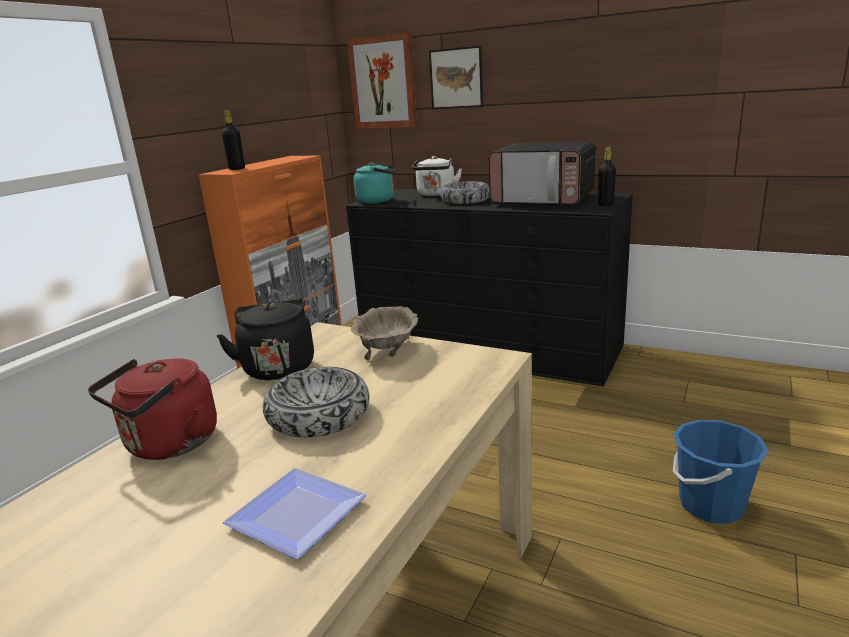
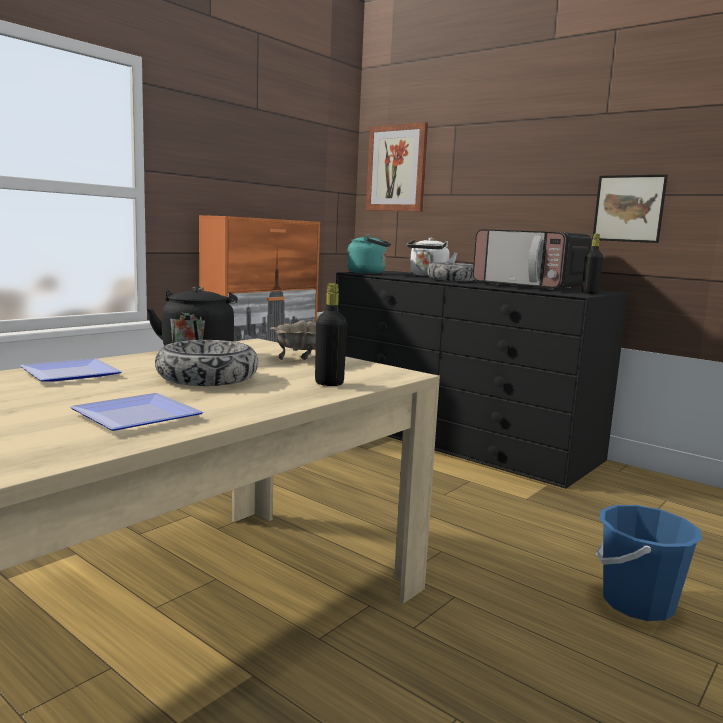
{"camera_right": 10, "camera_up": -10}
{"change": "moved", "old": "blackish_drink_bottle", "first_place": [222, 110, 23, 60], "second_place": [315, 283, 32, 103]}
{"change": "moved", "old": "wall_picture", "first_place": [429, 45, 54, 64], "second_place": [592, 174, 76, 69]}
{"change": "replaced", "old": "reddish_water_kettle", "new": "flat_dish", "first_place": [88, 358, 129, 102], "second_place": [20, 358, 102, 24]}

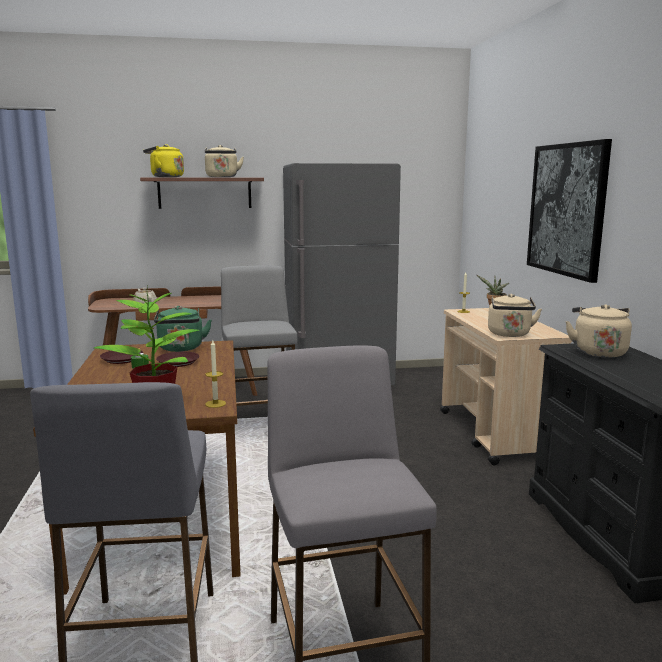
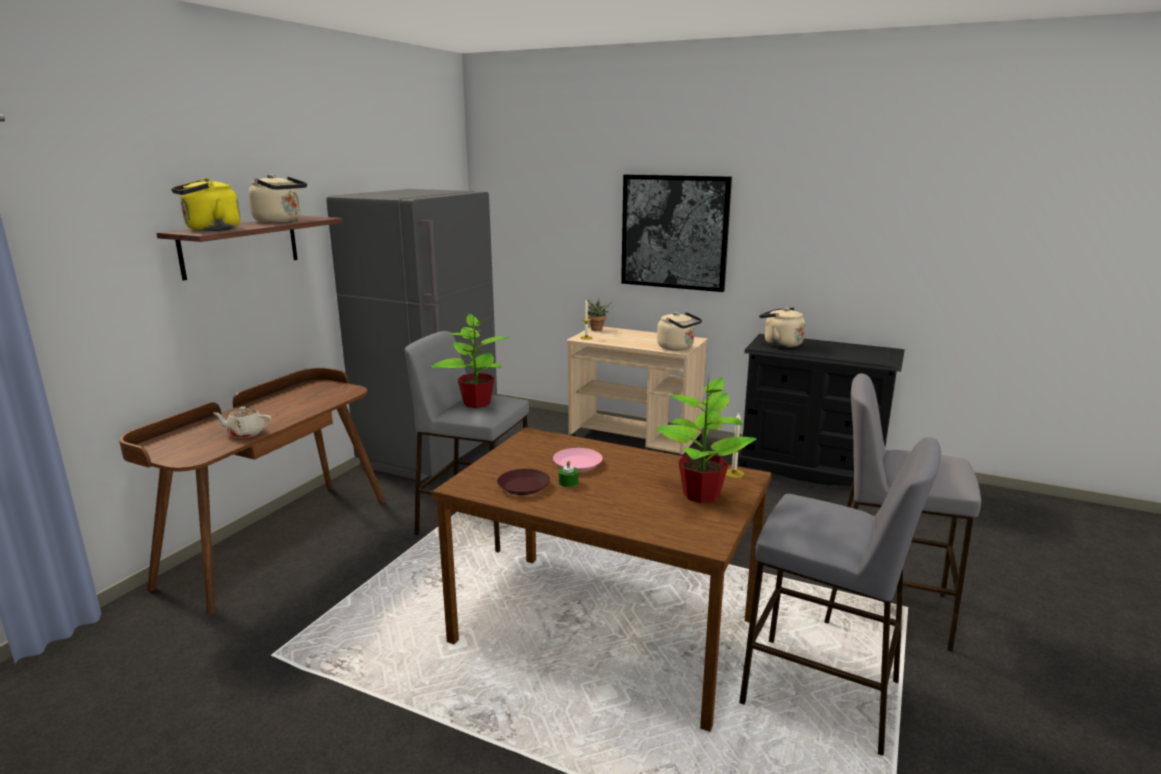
{"camera_right": -55, "camera_up": 5}
{"change": "removed", "old": "greenish_water_kettle", "first_place": [154, 306, 58, 46]}
{"change": "added", "new": "potted_plant", "second_place": [430, 312, 79, 96]}
{"change": "recoloured", "old": "brown_flat_dish", "new": "pink_flat_dish", "first_place": [156, 352, 43, 15], "second_place": [553, 448, 50, 23]}

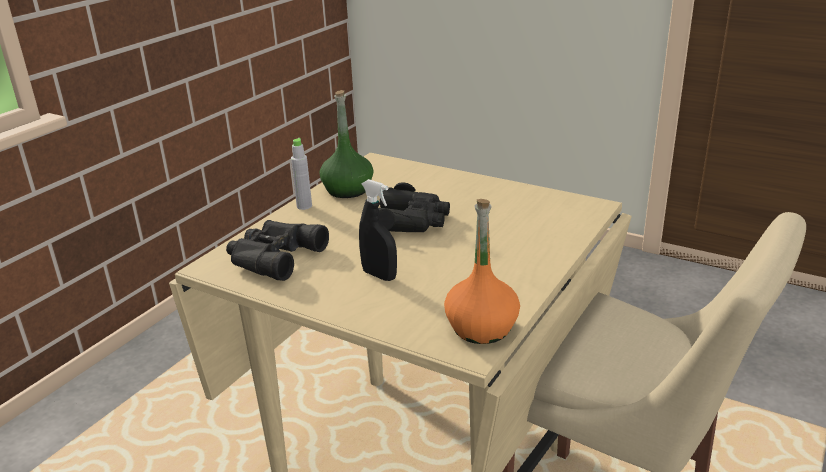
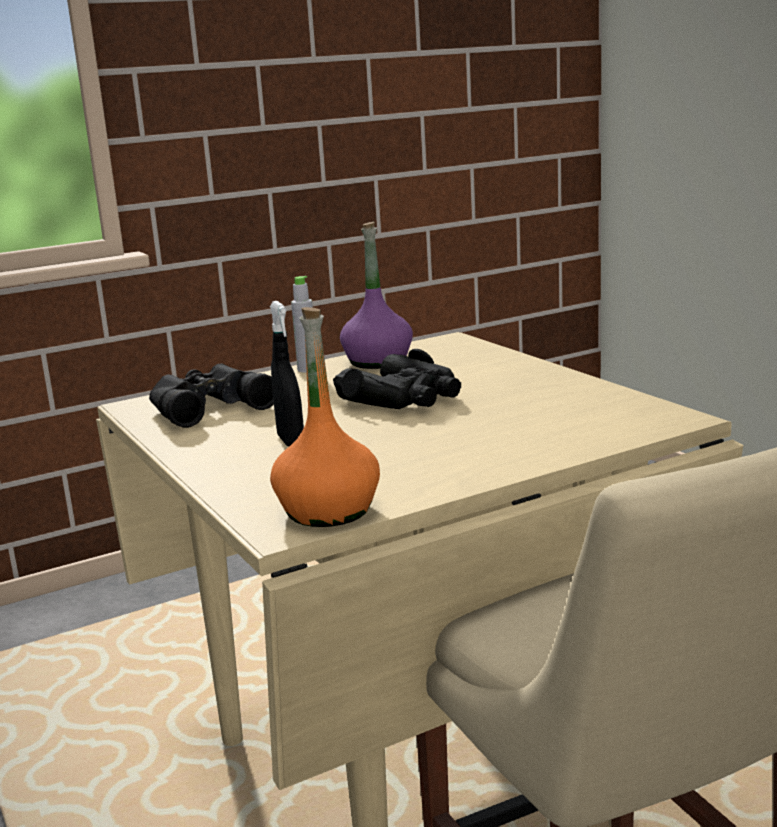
{"camera_right": 30, "camera_up": -10}
{"change": "recoloured", "old": "greenish_drink_bottle", "new": "purplish_drink_bottle", "first_place": [319, 90, 55, 108], "second_place": [340, 222, 73, 147]}

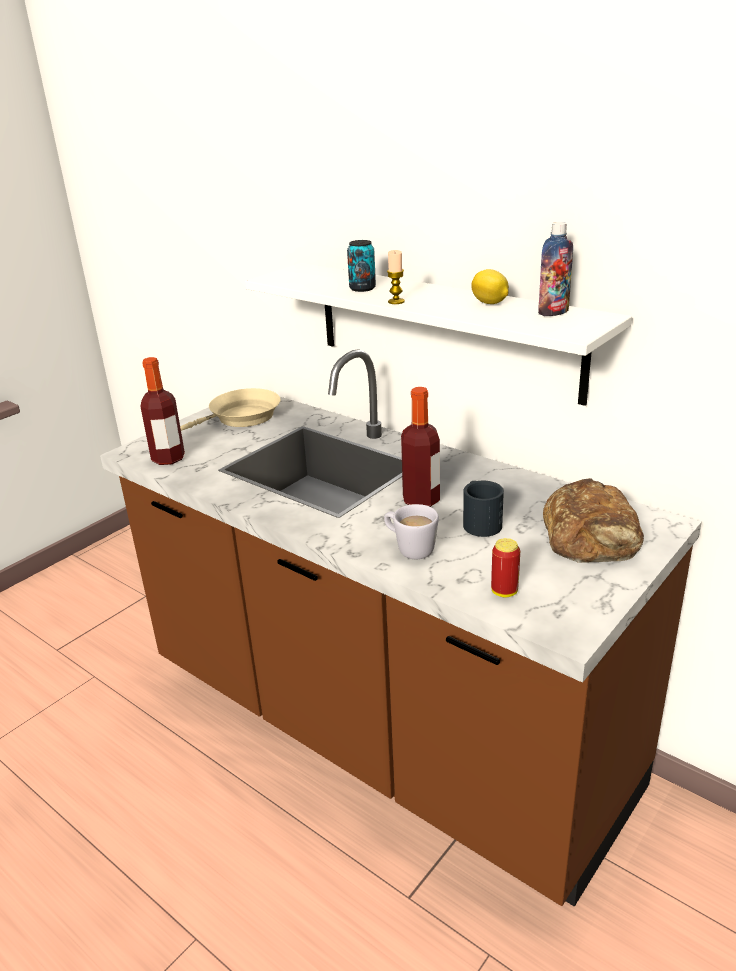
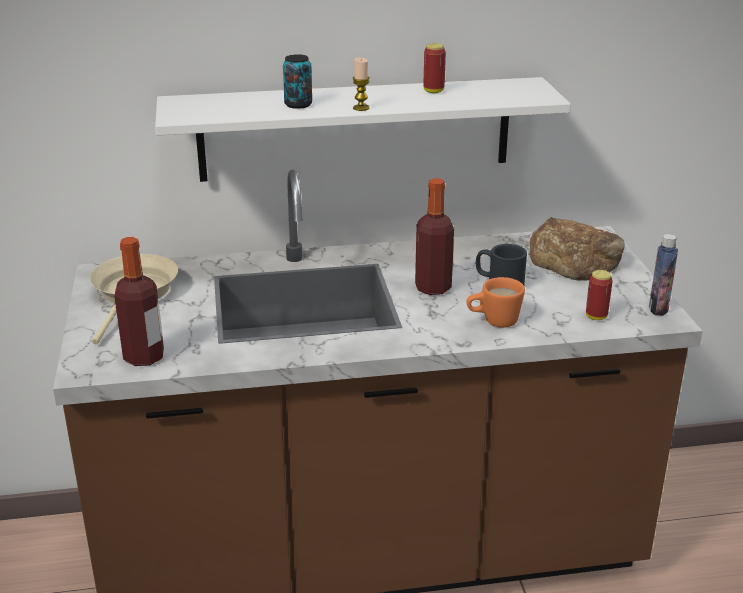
{"camera_right": -50, "camera_up": 0}
{"change": "moved", "old": "drink_bottle", "first_place": [538, 222, 35, 94], "second_place": [649, 234, 29, 82]}
{"change": "replaced", "old": "citrus_fruit", "new": "sealed_can", "first_place": [471, 269, 38, 35], "second_place": [424, 43, 22, 50]}
{"change": "recoloured", "old": "white-coloured_tea_mug", "new": "orange_tea_mug", "first_place": [384, 504, 55, 55], "second_place": [467, 277, 58, 51]}

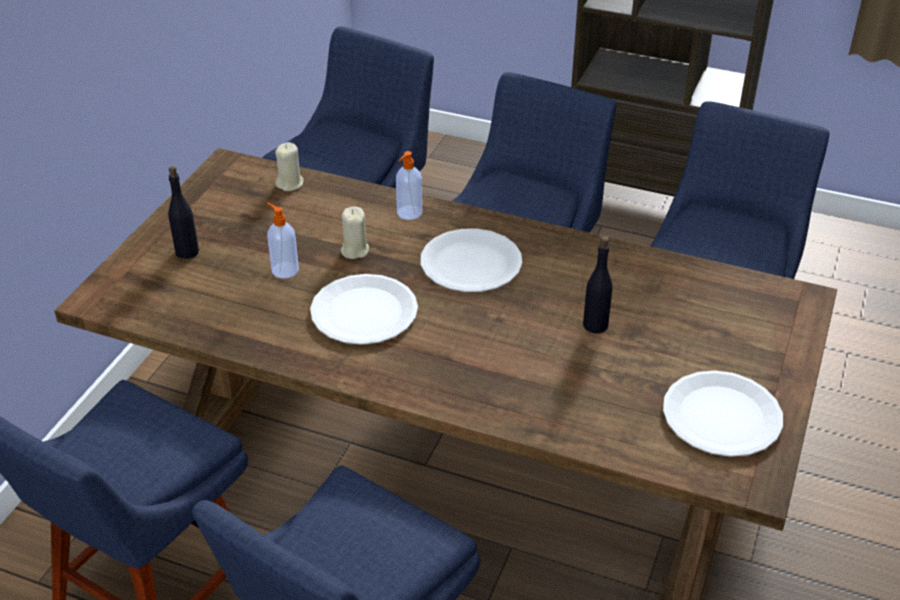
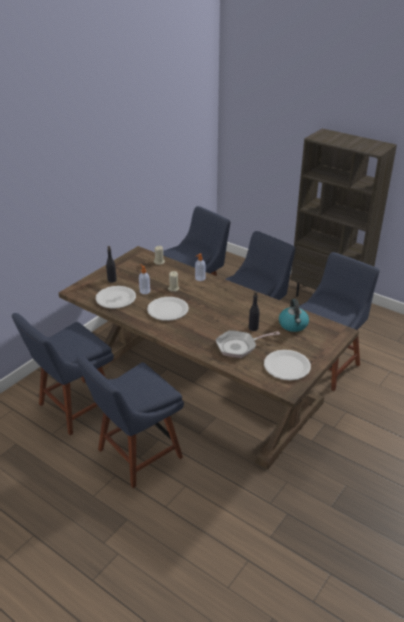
{"camera_right": 15, "camera_up": -5}
{"change": "added", "new": "frying_pan", "second_place": [216, 330, 64, 28]}
{"change": "added", "new": "water_kettle", "second_place": [279, 299, 30, 33]}
{"change": "moved", "old": "white-coloured_flat_dish", "first_place": [421, 228, 101, 64], "second_place": [96, 286, 40, 23]}

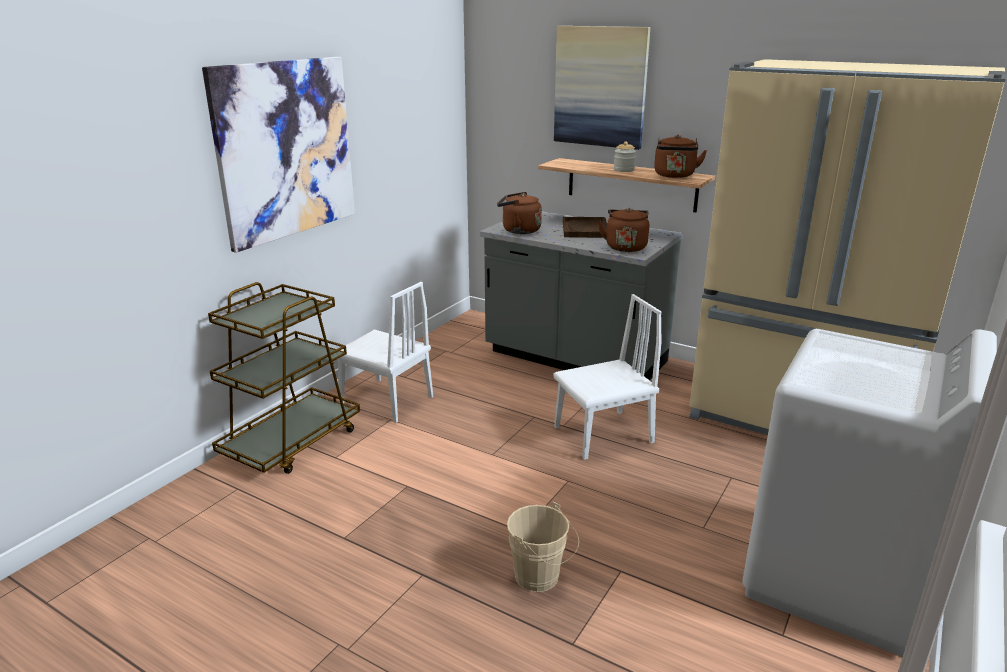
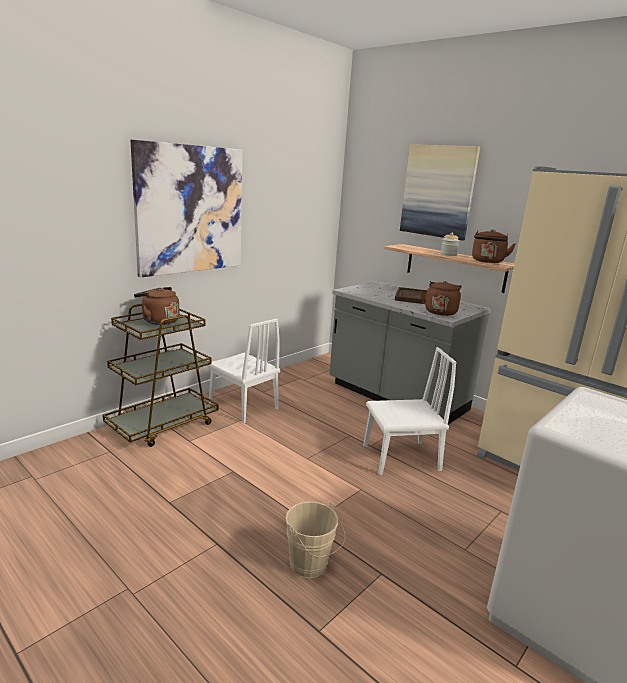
{"camera_right": 10, "camera_up": -5}
{"change": "moved", "old": "brown_water_kettle", "first_place": [497, 192, 45, 42], "second_place": [134, 287, 45, 38]}

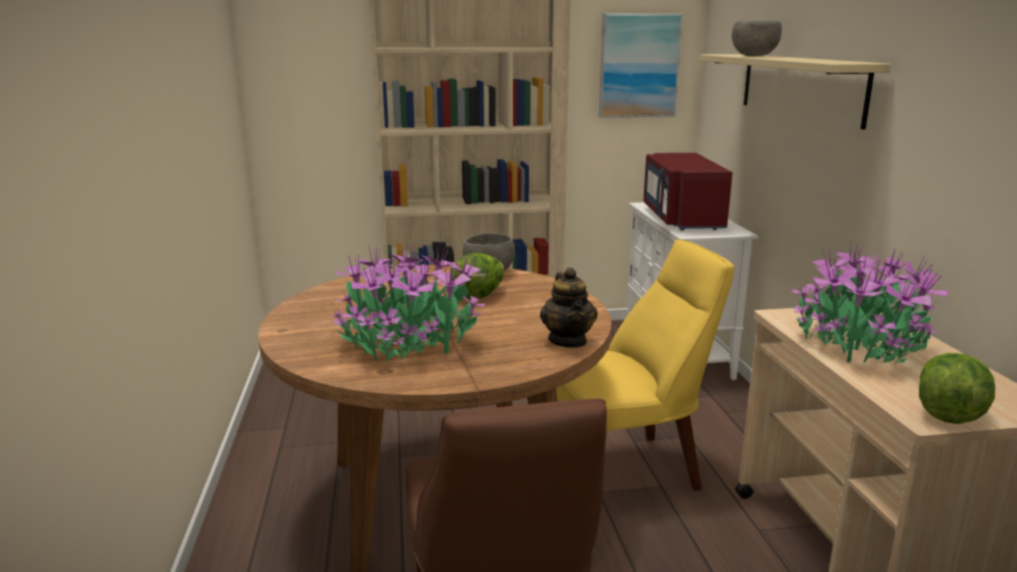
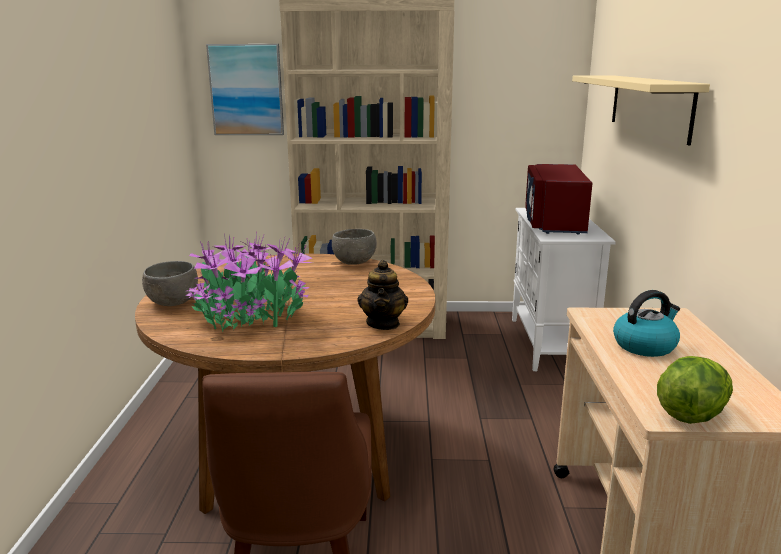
{"camera_right": 10, "camera_up": 0}
{"change": "removed", "old": "lettuce_head", "first_place": [452, 253, 52, 47]}
{"change": "removed", "old": "yellowish_plain_chair", "first_place": [556, 239, 178, 252]}
{"change": "moved", "old": "wall_picture", "first_place": [599, 13, 84, 105], "second_place": [206, 44, 78, 91]}
{"change": "moved", "old": "greyish_deep_dish", "first_place": [732, 21, 50, 35], "second_place": [142, 261, 56, 45]}
{"change": "replaced", "old": "potted_plant", "new": "water_kettle", "first_place": [790, 243, 159, 122], "second_place": [613, 290, 67, 67]}

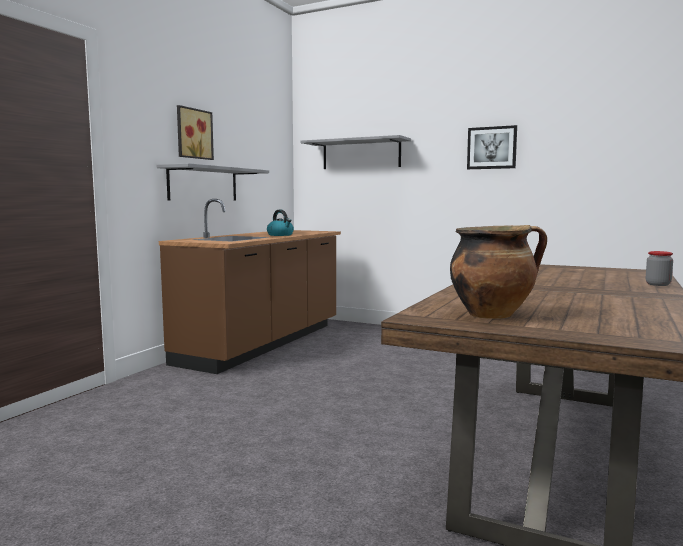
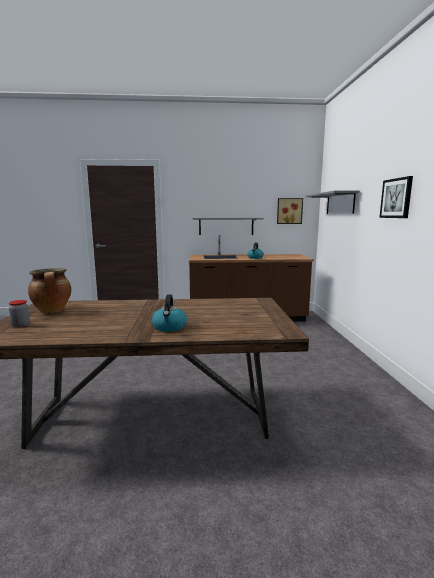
{"camera_right": 60, "camera_up": 5}
{"change": "added", "new": "water_kettle", "second_place": [152, 294, 35, 38]}
{"change": "moved", "old": "wall_picture", "first_place": [177, 105, 37, 55], "second_place": [277, 198, 26, 26]}
{"change": "moved", "old": "jar", "first_place": [646, 251, 27, 35], "second_place": [9, 300, 21, 27]}

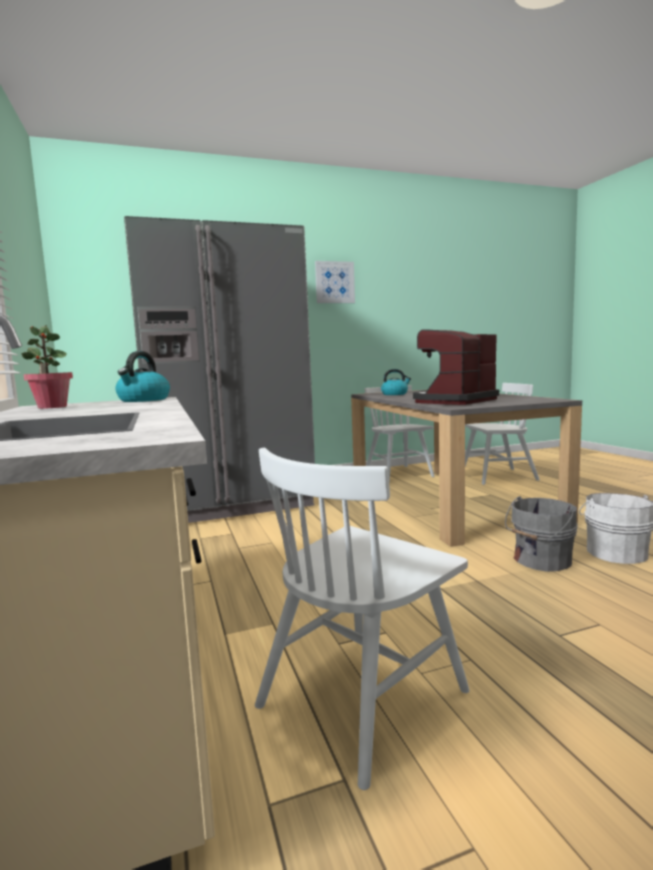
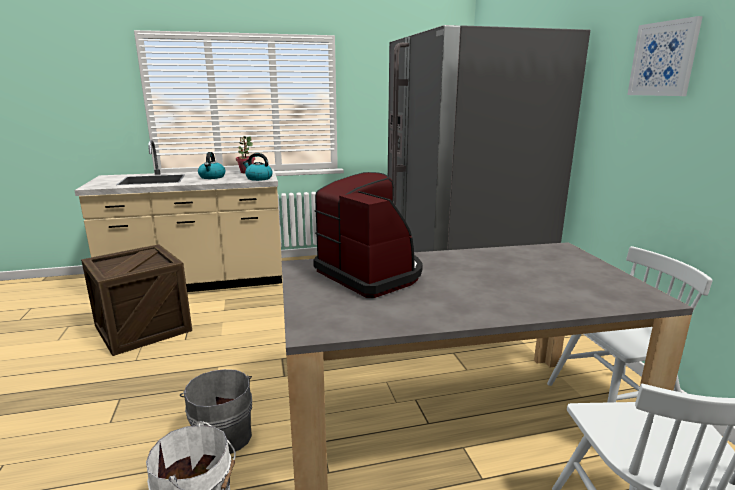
{"camera_right": 95, "camera_up": 10}
{"change": "moved", "old": "water_kettle", "first_place": [381, 369, 30, 26], "second_place": [198, 152, 27, 27]}
{"change": "replaced", "old": "white-coloured_plain_chair", "new": "packing_crate", "first_place": [255, 448, 215, 342], "second_place": [81, 244, 111, 112]}

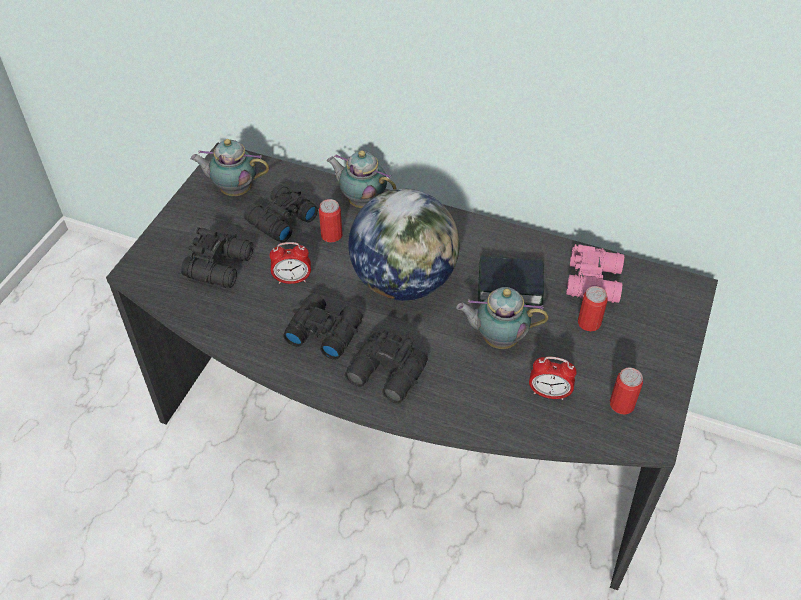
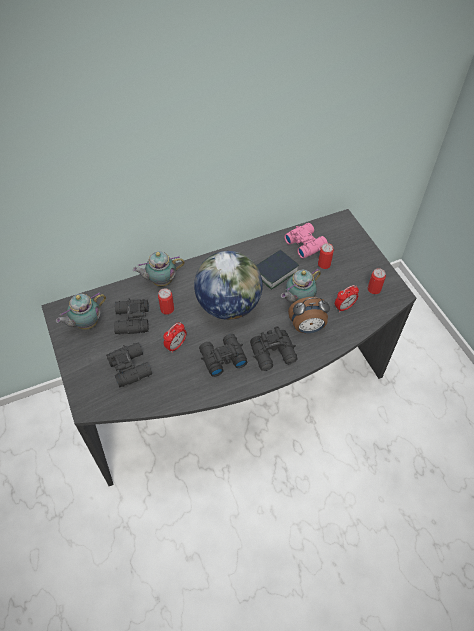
{"camera_right": -45, "camera_up": 5}
{"change": "added", "new": "bedside_clock", "second_place": [288, 297, 42, 36]}

